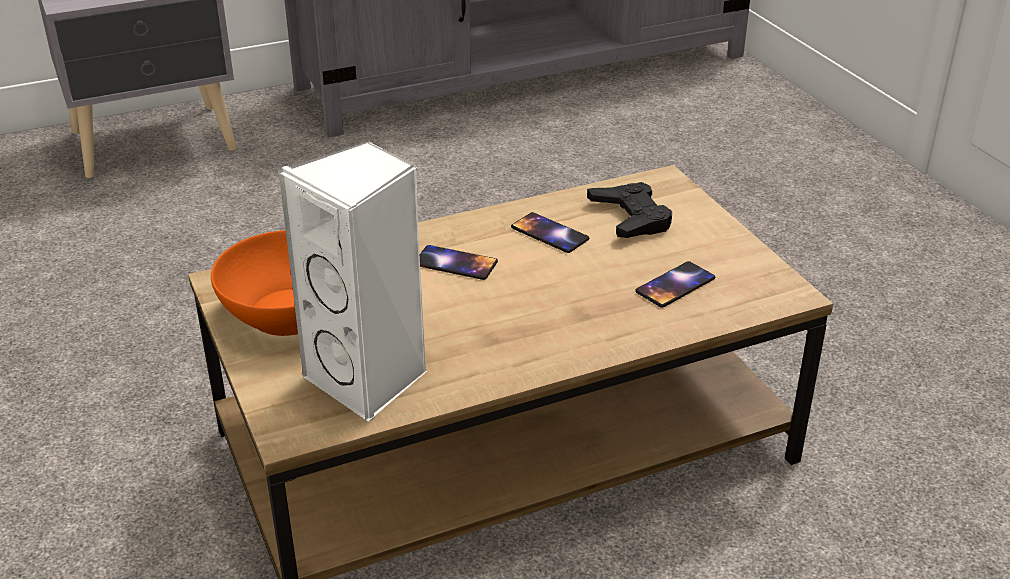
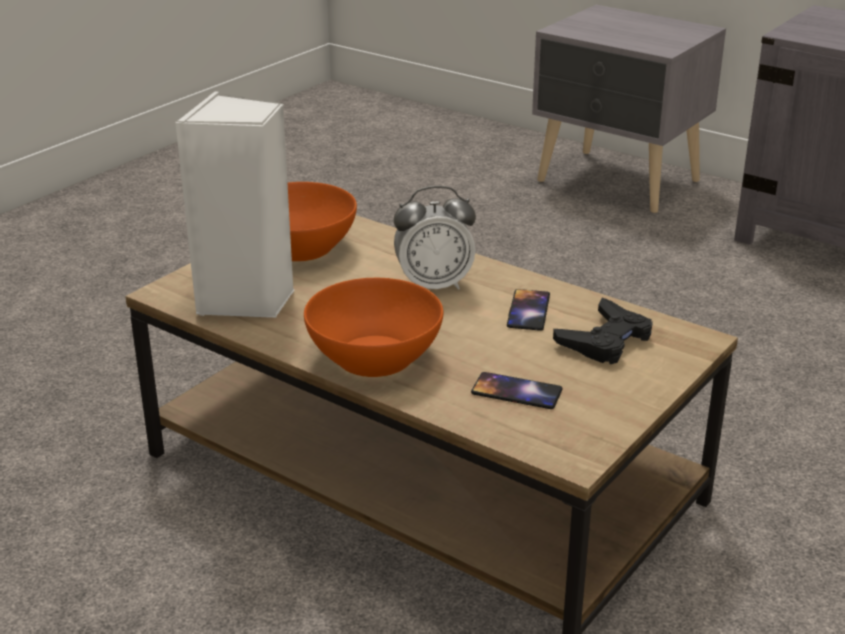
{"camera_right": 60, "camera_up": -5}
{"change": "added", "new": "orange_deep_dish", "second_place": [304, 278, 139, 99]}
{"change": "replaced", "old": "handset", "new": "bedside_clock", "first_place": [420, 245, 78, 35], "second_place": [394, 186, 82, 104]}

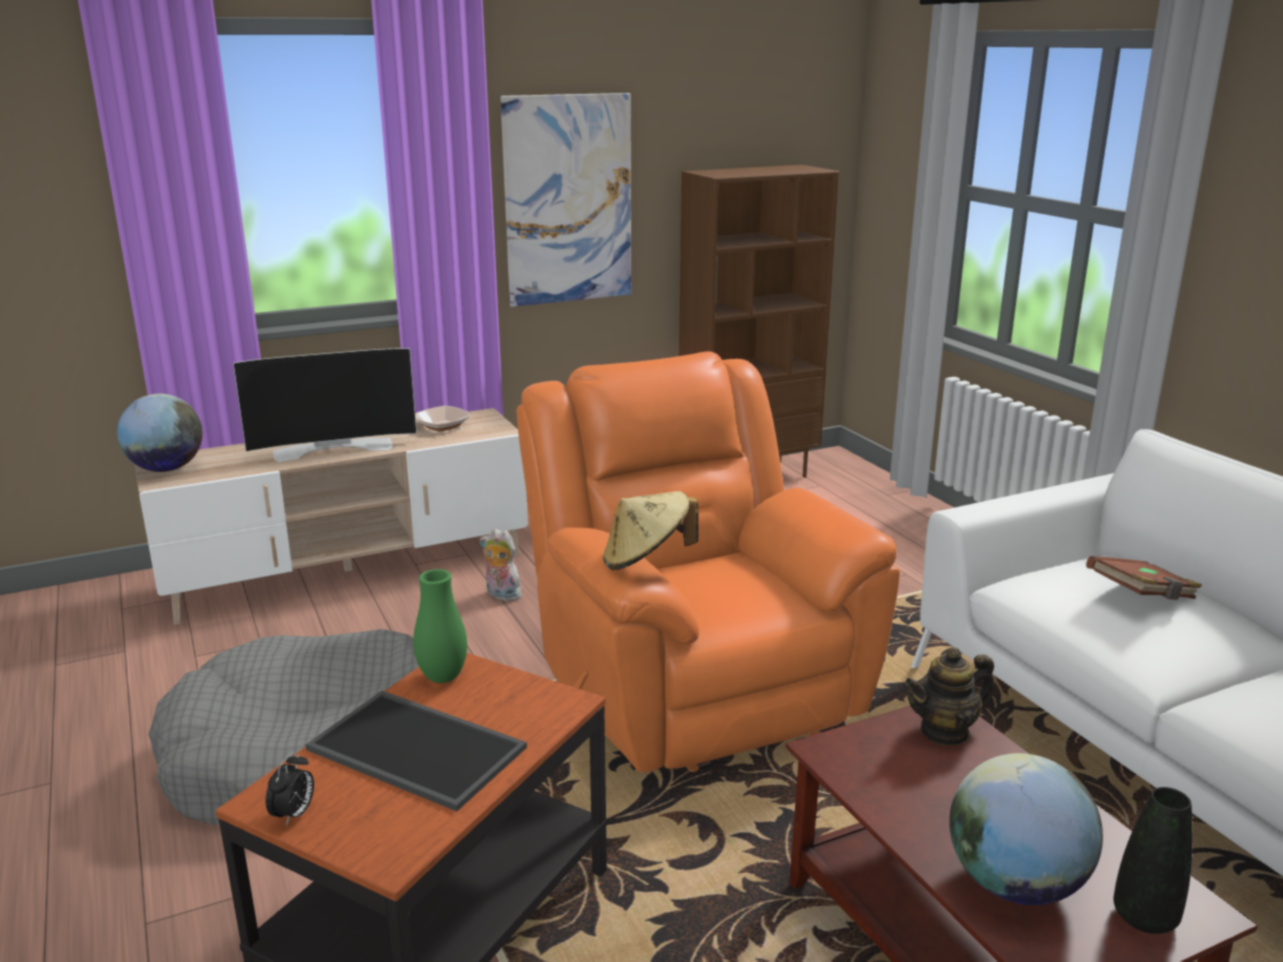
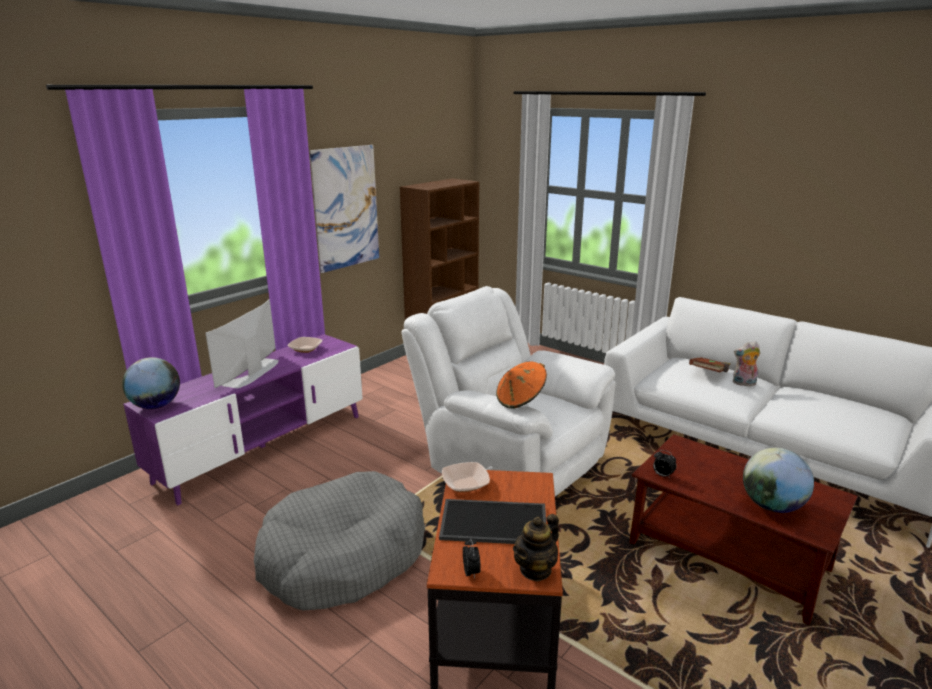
{"camera_right": -25, "camera_up": 0}
{"change": "removed", "old": "blackish_flower_vase", "first_place": [1113, 787, 80, 147]}
{"change": "added", "new": "bedside_clock", "second_place": [653, 450, 23, 28]}
{"change": "moved", "old": "plush_toy", "first_place": [480, 529, 45, 72], "second_place": [733, 341, 28, 45]}
{"change": "moved", "old": "teapot", "first_place": [905, 647, 89, 99], "second_place": [513, 514, 46, 67]}
{"change": "replaced", "old": "greenish_flower_vase", "new": "deep_dish", "first_place": [413, 569, 54, 114], "second_place": [442, 462, 48, 30]}
{"change": "recoloured", "old": "beige-coloured_tv_stand", "new": "purplish_tv_stand", "first_place": [135, 408, 393, 217], "second_place": [123, 334, 239, 171]}
{"change": "recoloured", "old": "orange_lounge_chair", "new": "white-coloured_lounge_chair", "first_place": [516, 351, 384, 421], "second_place": [401, 286, 214, 210]}
{"change": "recoloured", "old": "beige-coloured_hat", "new": "orange_hat", "first_place": [603, 491, 95, 79], "second_place": [496, 361, 51, 48]}
{"change": "turned", "old": "TV", "first_place": [233, 348, 184, 114], "second_place": [206, 299, 73, 89], "degrees": 150}

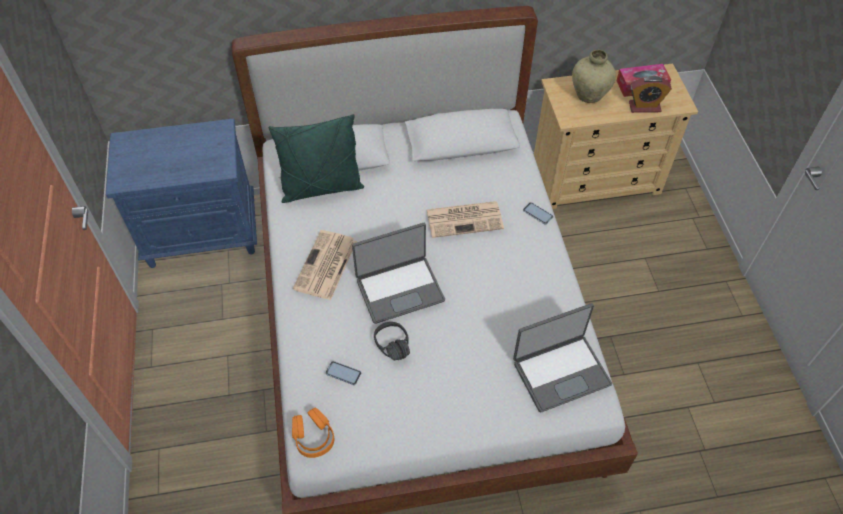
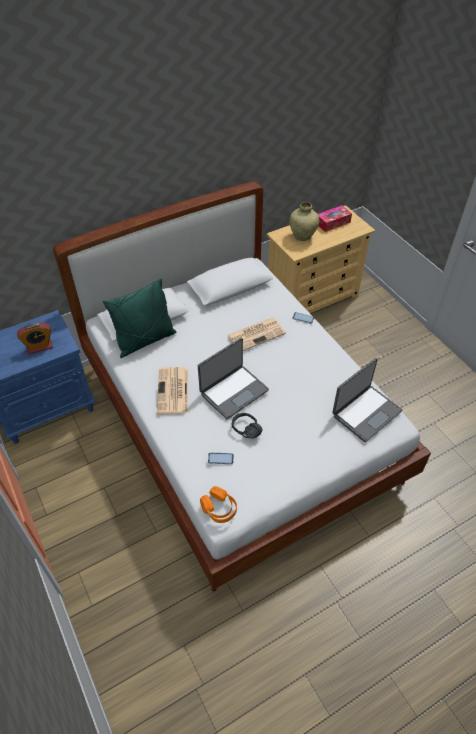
{"camera_right": -20, "camera_up": -5}
{"change": "moved", "old": "bedside_clock", "first_place": [629, 76, 43, 37], "second_place": [17, 323, 36, 31]}

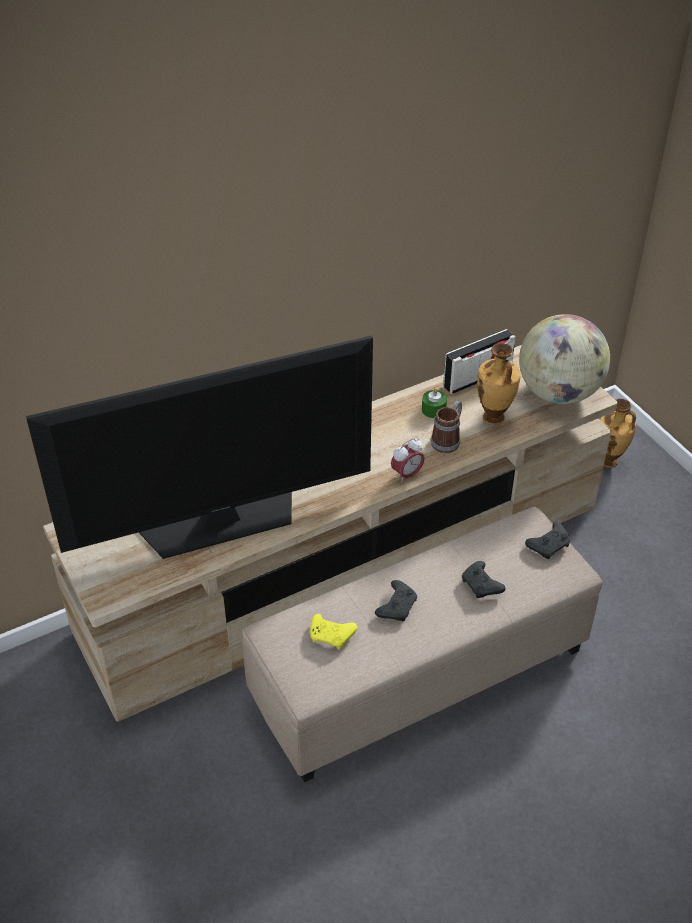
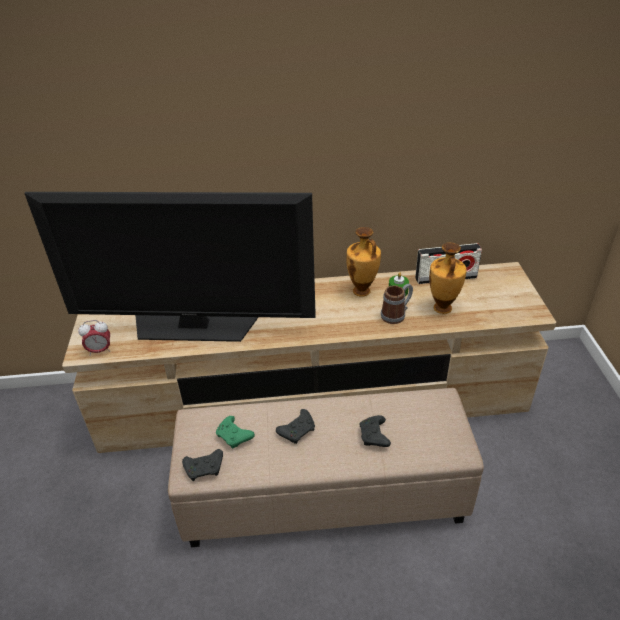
{"camera_right": 25, "camera_up": -5}
{"change": "removed", "old": "world_globe", "first_place": [519, 314, 91, 90]}
{"change": "moved", "old": "bedside_clock", "first_place": [391, 438, 34, 45], "second_place": [78, 320, 33, 36]}
{"change": "moved", "old": "blackish_gamepad", "first_place": [525, 522, 45, 37], "second_place": [182, 449, 41, 32]}
{"change": "moved", "old": "flower_vase", "first_place": [600, 399, 36, 69], "second_place": [346, 227, 35, 70]}
{"change": "recoloured", "old": "yellowish_gamepad", "new": "greenish_gamepad", "first_place": [310, 614, 47, 35], "second_place": [216, 416, 39, 33]}

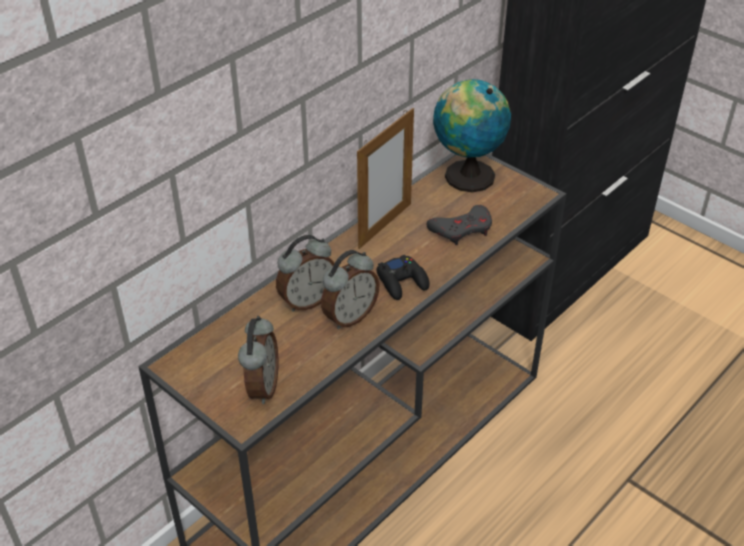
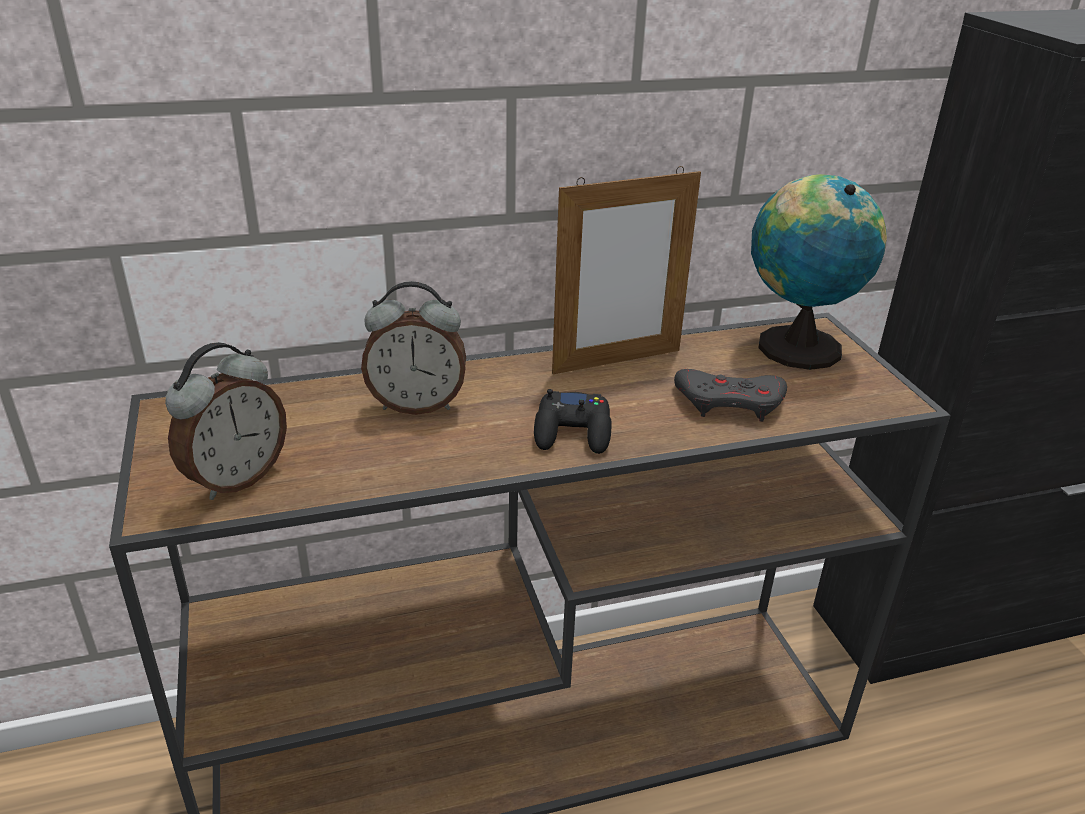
{"camera_right": 30, "camera_up": -10}
{"change": "removed", "old": "bedside_clock", "first_place": [321, 250, 59, 80]}

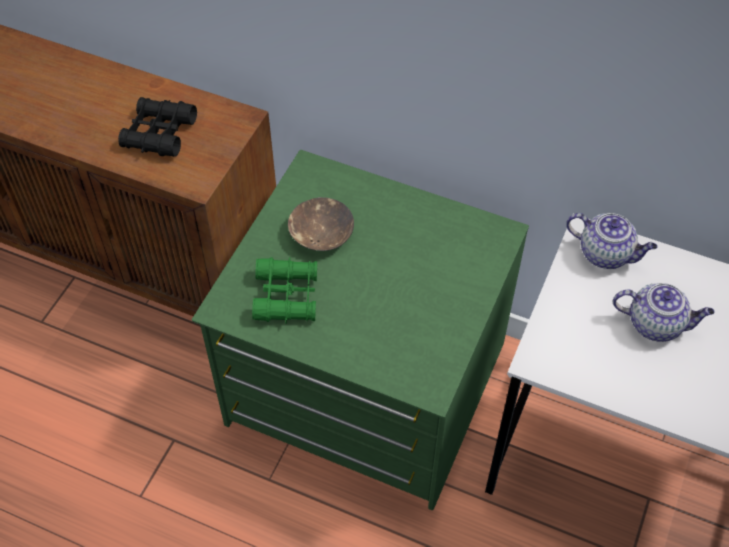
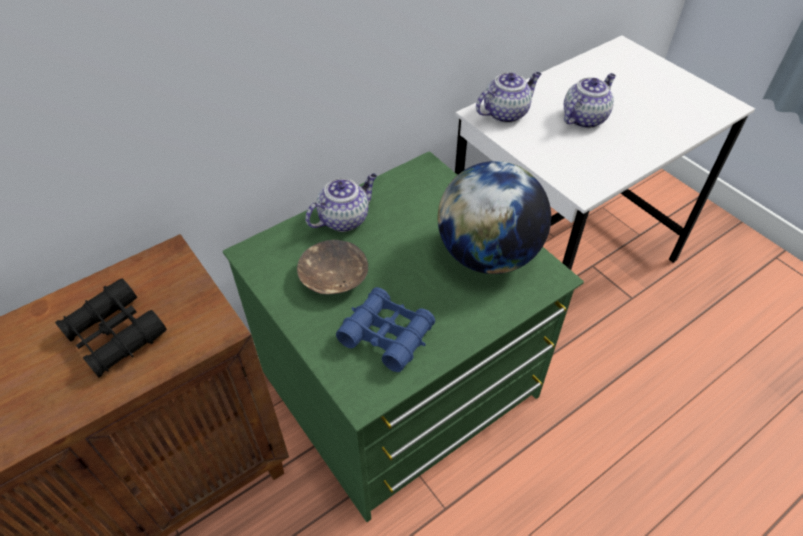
{"camera_right": -60, "camera_up": -5}
{"change": "added", "new": "teapot", "second_place": [305, 174, 72, 58]}
{"change": "added", "new": "world_globe", "second_place": [438, 161, 113, 113]}
{"change": "recoloured", "old": "greenish_pair_of_binoculars", "new": "bluish_pair_of_binoculars", "first_place": [252, 257, 65, 67], "second_place": [336, 287, 99, 85]}

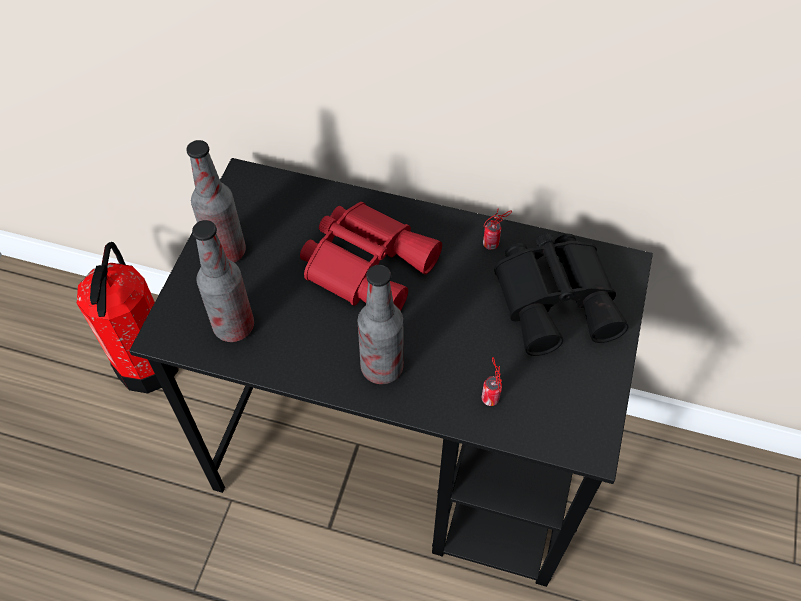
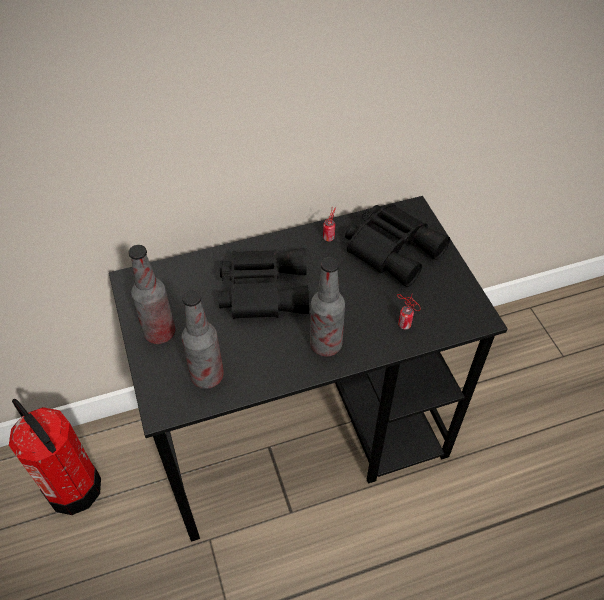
{"camera_right": -35, "camera_up": -5}
{"change": "recoloured", "old": "reddish_pair_of_binoculars", "new": "blackish_pair_of_binoculars", "first_place": [300, 202, 142, 109], "second_place": [219, 248, 90, 71]}

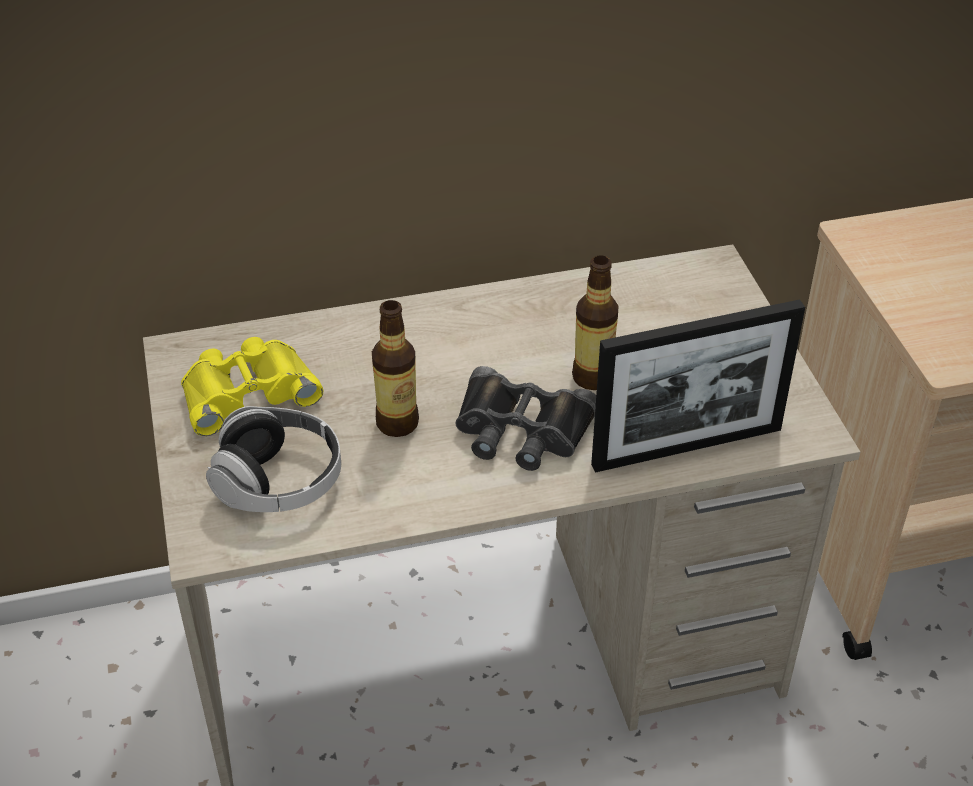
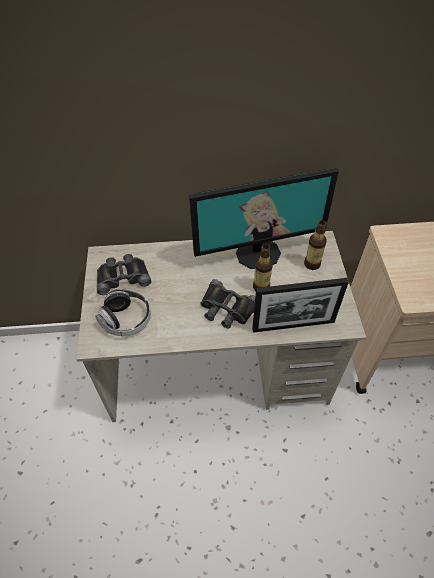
{"camera_right": 10, "camera_up": 10}
{"change": "added", "new": "monitor", "second_place": [189, 168, 150, 101]}
{"change": "moved", "old": "drink_bottle", "first_place": [372, 300, 47, 137], "second_place": [304, 220, 23, 50]}
{"change": "recoloured", "old": "yellowish_pair_of_binoculars", "new": "blackish_pair_of_binoculars", "first_place": [181, 337, 143, 99], "second_place": [97, 254, 54, 41]}

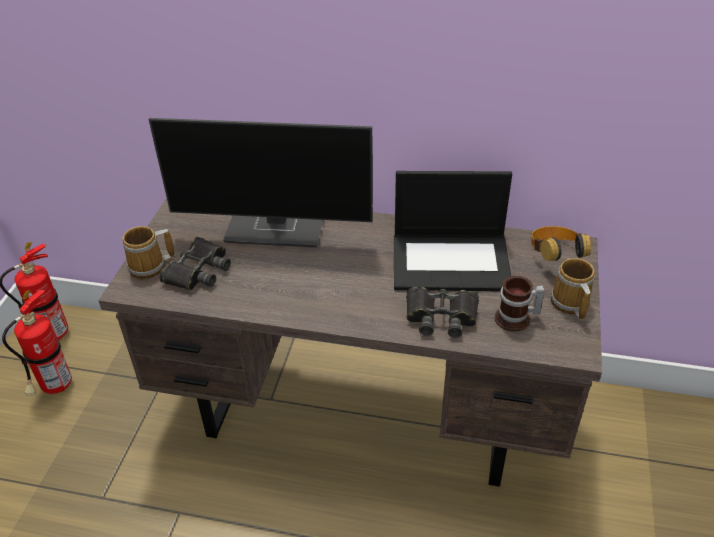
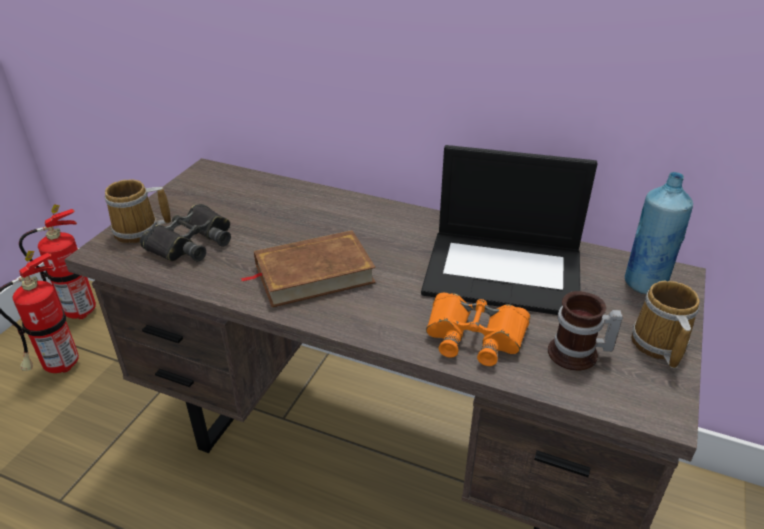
{"camera_right": 10, "camera_up": -5}
{"change": "removed", "old": "monitor", "first_place": [149, 118, 224, 129]}
{"change": "added", "new": "brown_book", "second_place": [241, 230, 135, 77]}
{"change": "replaced", "old": "pair_of_headphones", "new": "bluish_drink_bottle", "first_place": [532, 226, 59, 35], "second_place": [625, 172, 68, 122]}
{"change": "recoloured", "old": "blackish_pair_of_binoculars", "new": "orange_pair_of_binoculars", "first_place": [406, 287, 73, 51], "second_place": [426, 293, 104, 73]}

